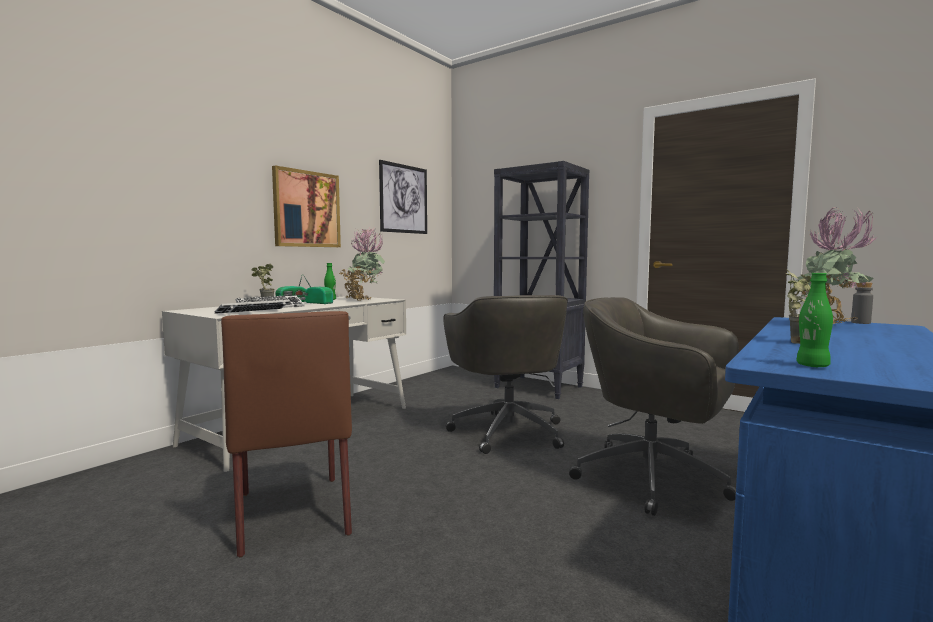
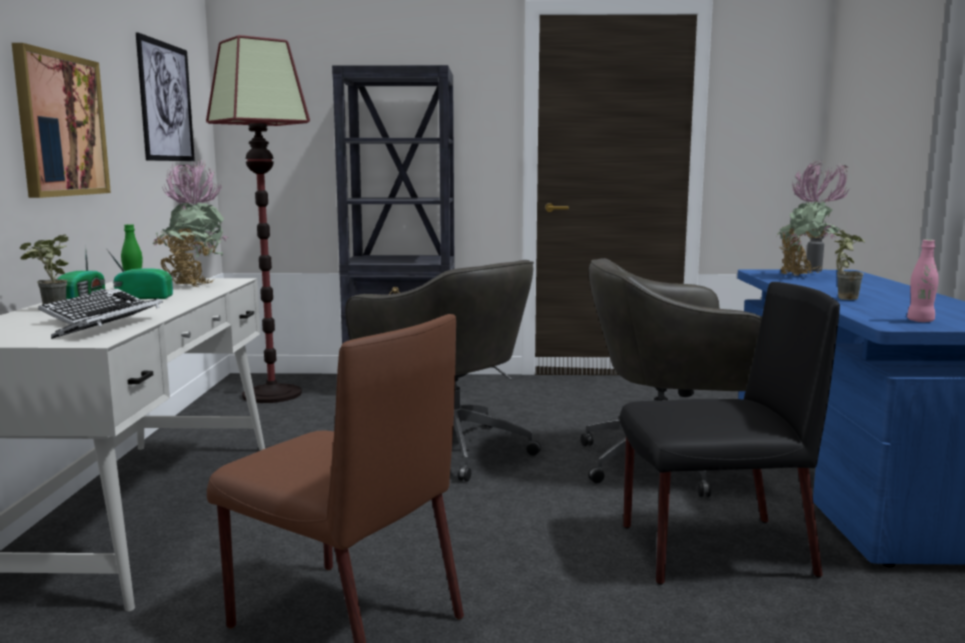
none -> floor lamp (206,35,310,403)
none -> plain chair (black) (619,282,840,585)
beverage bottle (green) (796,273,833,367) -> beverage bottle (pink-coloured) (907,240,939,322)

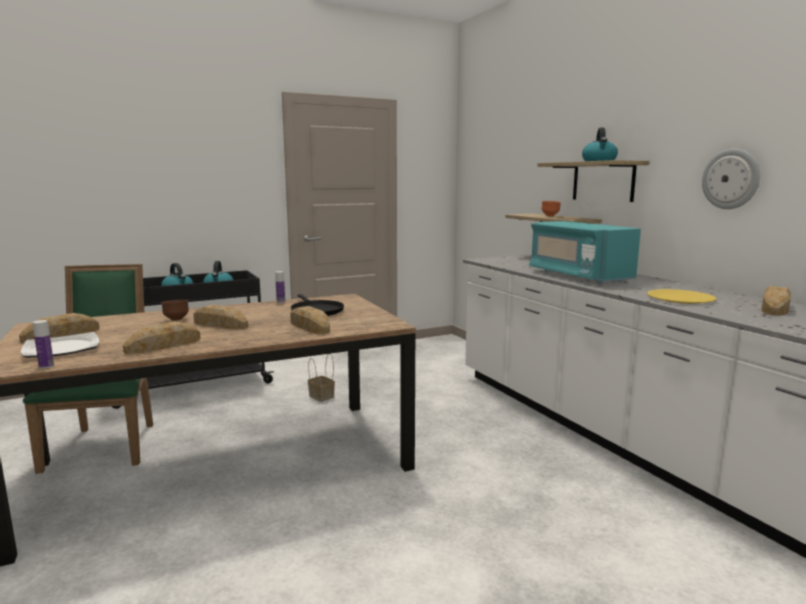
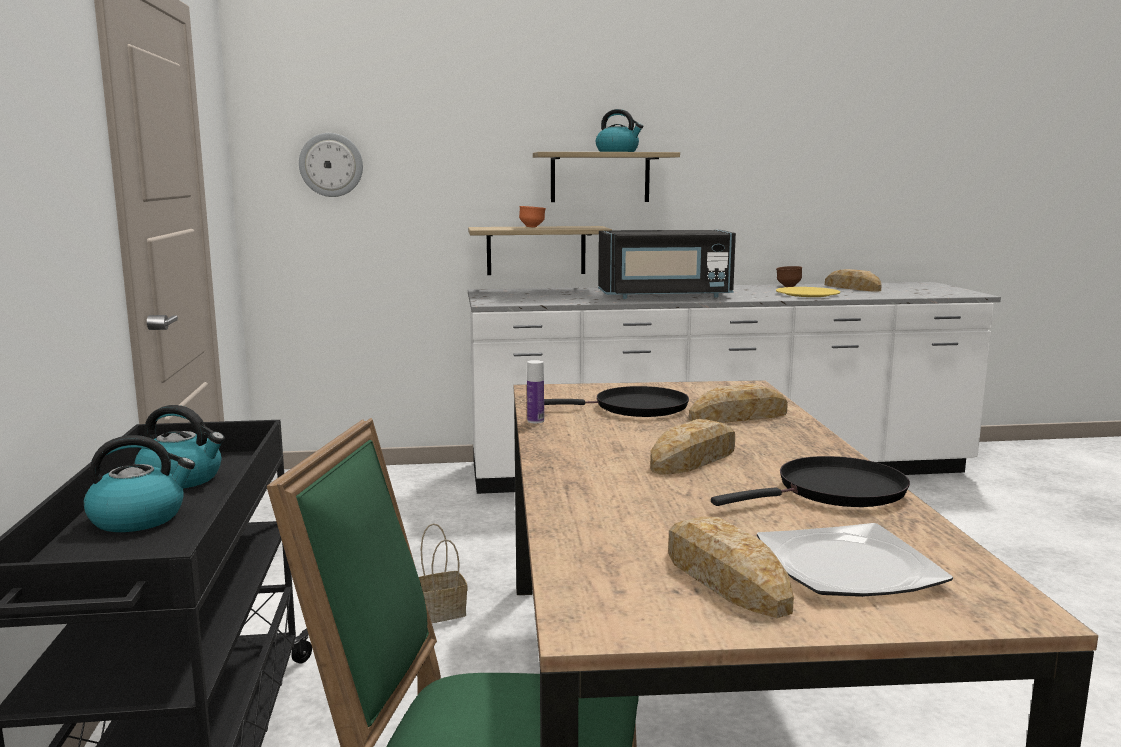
beverage bottle (33,320,54,369) -> none
serving bowl (brown-coloured) (161,300,189,321) -> serving bowl (brown-coloured) (776,266,802,287), relocated
wall clock (702,149,760,209) -> wall clock (299,133,363,197), relocated
bakery bread (123,322,201,354) -> skillet (black) (711,456,910,507)
microwave (turquoise-coloured) (529,221,641,284) -> microwave (black) (598,230,736,299)

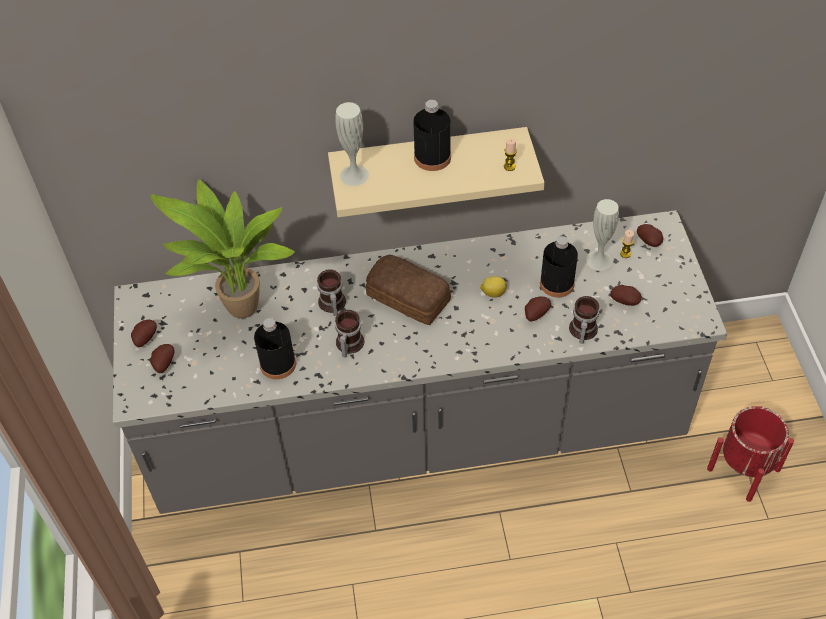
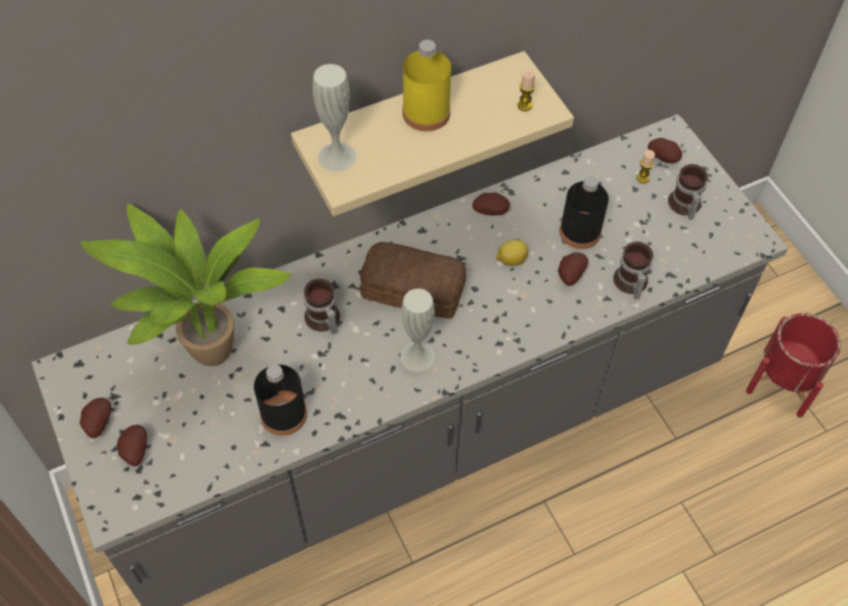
tea mug (335,310,364,357) -> tea mug (668,164,708,220), relocated
flower vase (white) (586,199,619,271) -> flower vase (white) (400,289,435,372), relocated
whole potato (610,285,642,306) -> whole potato (472,193,510,216), relocated
beverage bottle (black) (413,100,451,171) -> beverage bottle (yellow-coloured) (403,40,451,131)

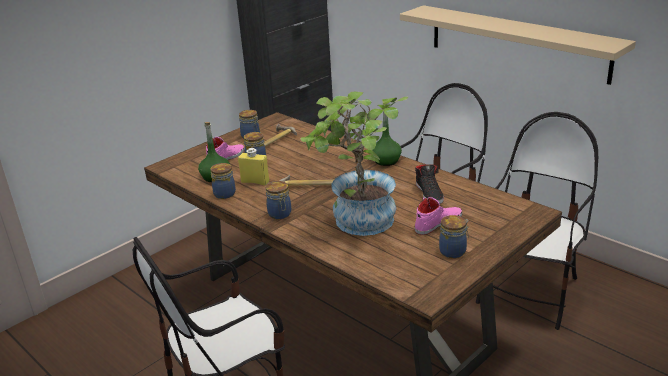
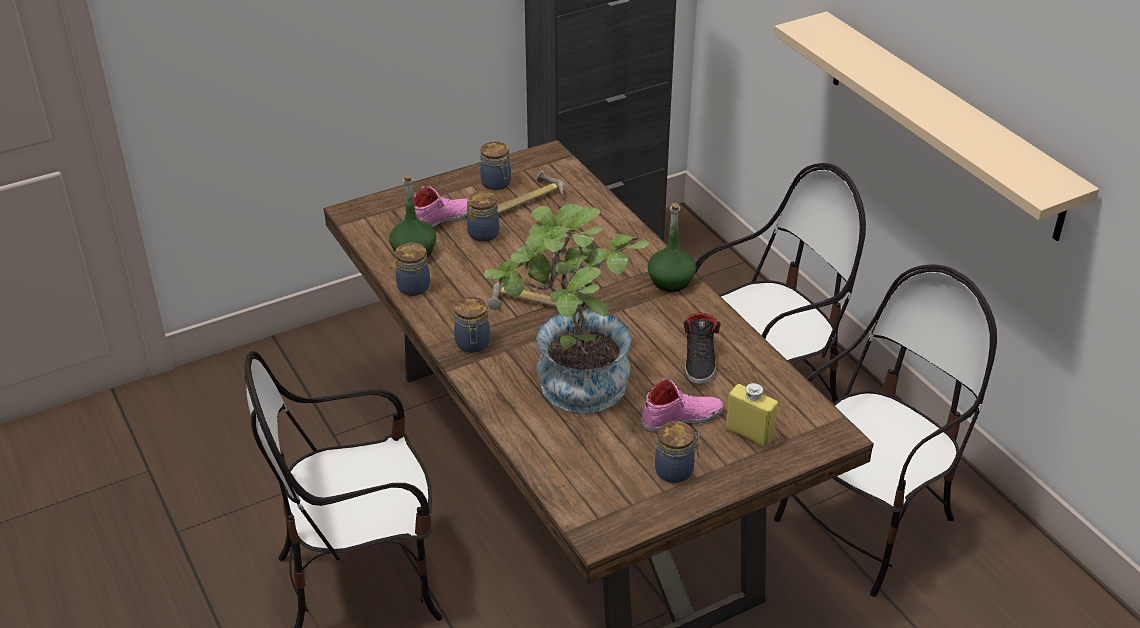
beverage bottle (yellow-coloured) (238,148,269,185) -> beverage bottle (yellow-coloured) (726,383,778,448), relocated

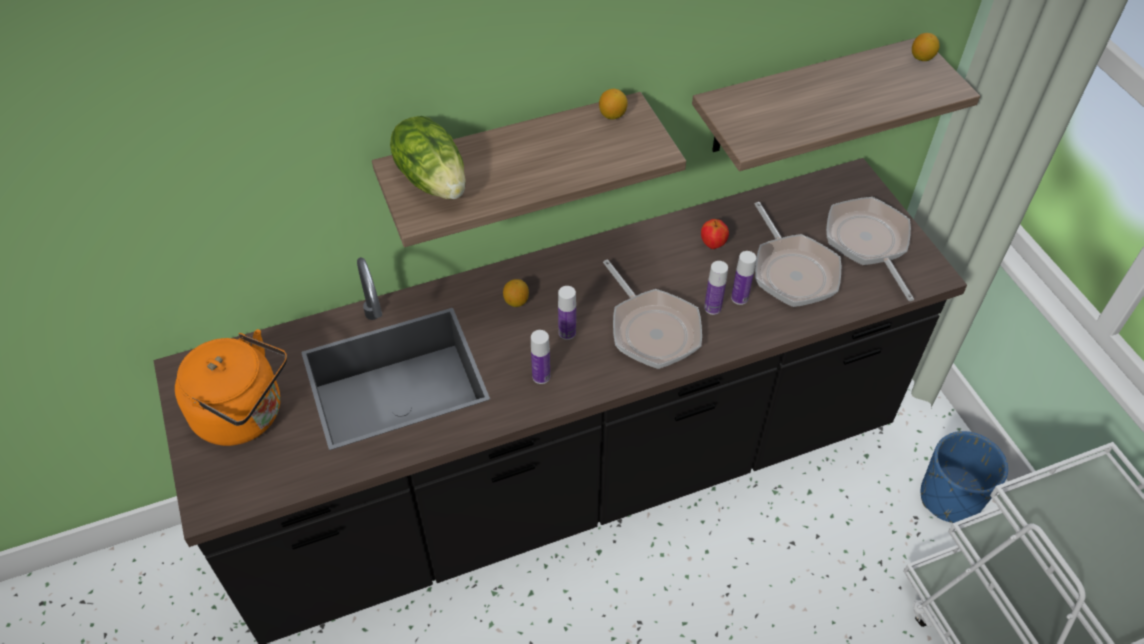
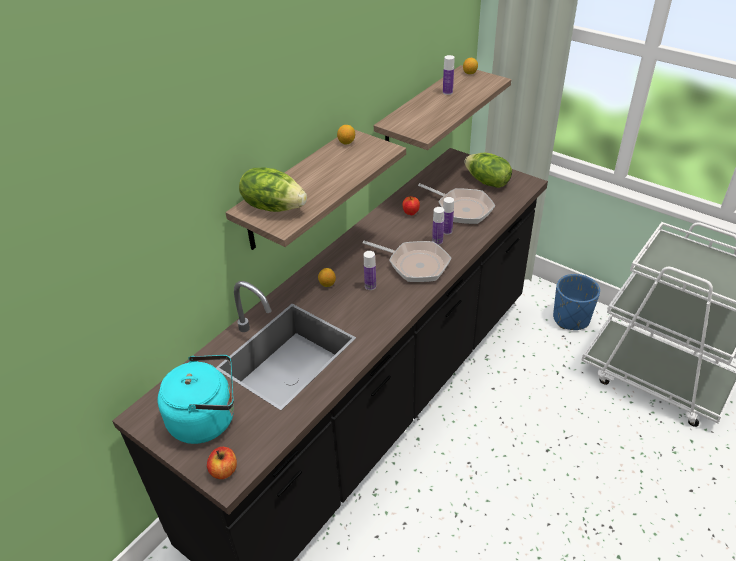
none -> whole apple (207,447,237,479)
beverage bottle (531,330,550,384) -> beverage bottle (443,55,454,95), relocated
skillet (826,197,914,301) -> lettuce (464,153,512,188)
water kettle (orangey) (175,329,287,446) -> water kettle (turquoise-coloured) (158,355,234,444)

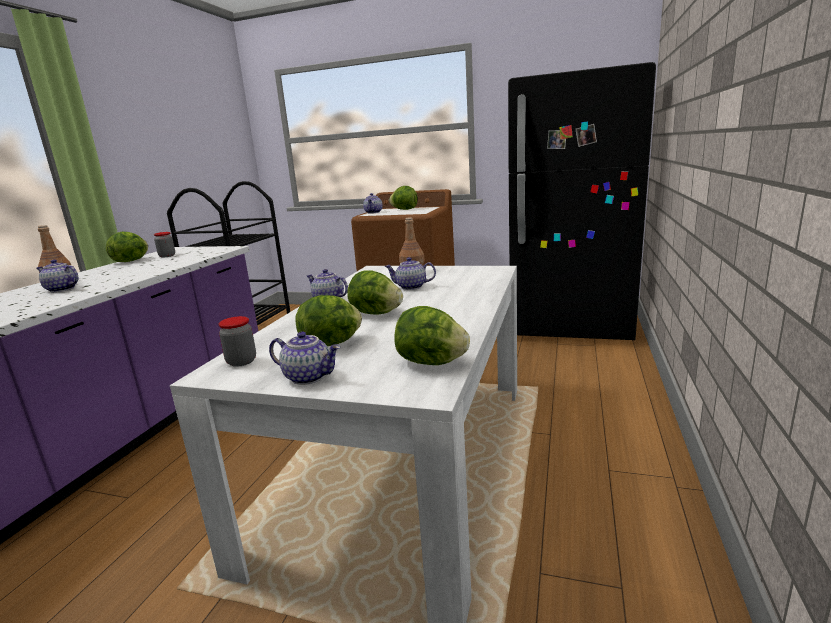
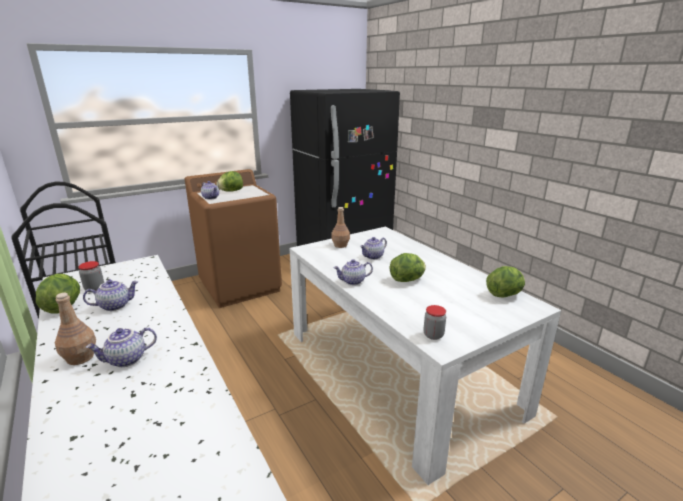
lettuce (295,295,362,346) -> none
tea pot (269,331,340,385) -> tea pot (83,279,138,311), relocated

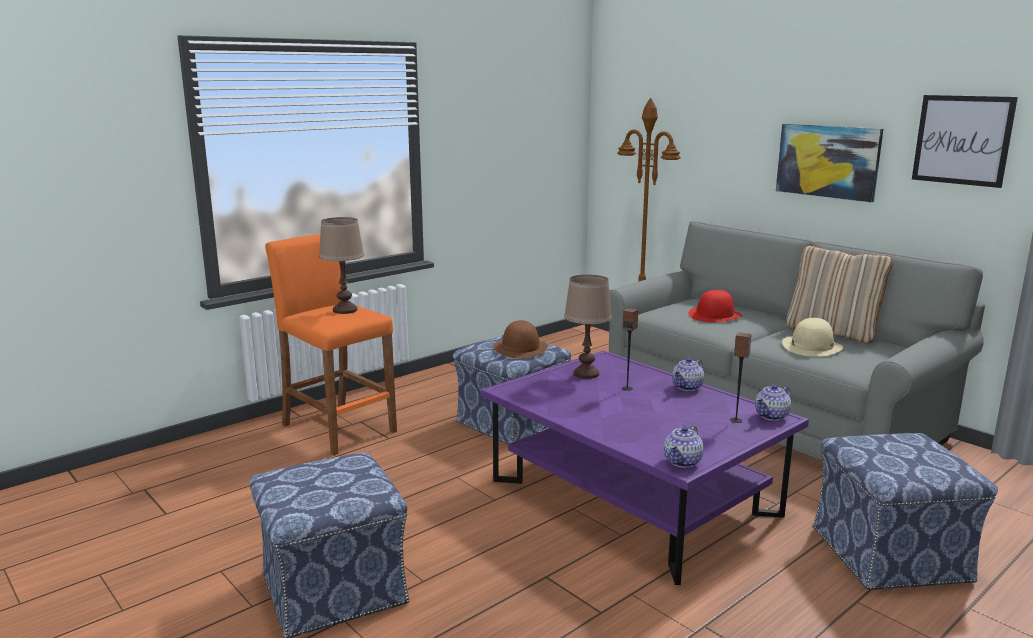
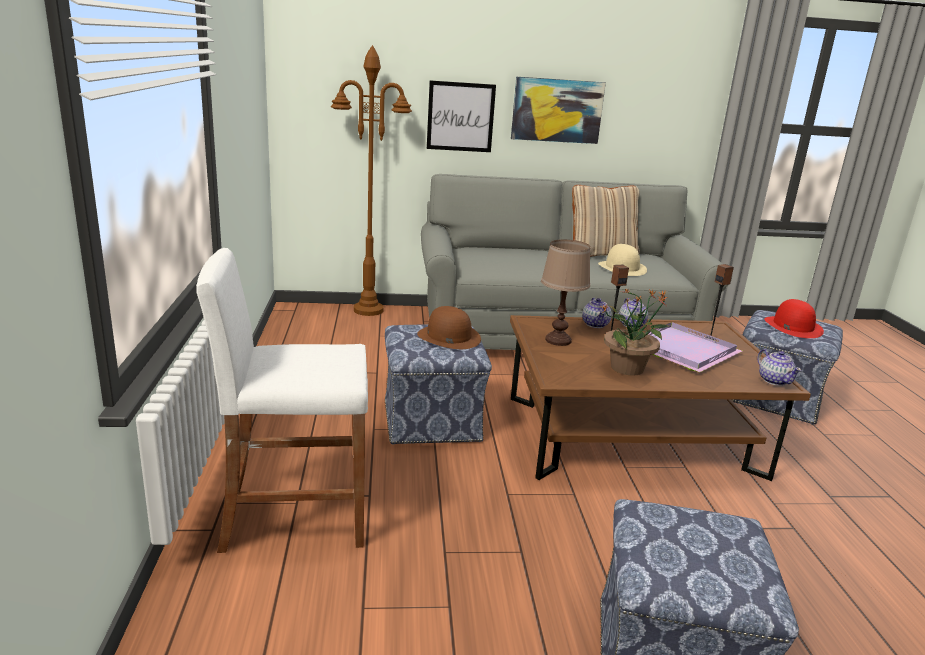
tabletop lamp (brown-coloured) (319,217,364,314) -> none
none -> houseplant (602,289,672,375)
none -> serving tray (purple) (645,322,742,372)
clothing hat (reddish) (689,290,742,323) -> clothing hat (reddish) (764,299,824,338), relocated
tea pot (755,384,791,421) -> tea pot (582,298,612,328), relocated
picture (912,95,1018,188) -> picture (427,80,496,152), relocated
stool (orangey) (265,234,397,456) -> stool (white) (196,248,368,553)
low table (purple) (481,351,809,585) -> low table (brown-coloured) (510,315,811,481)

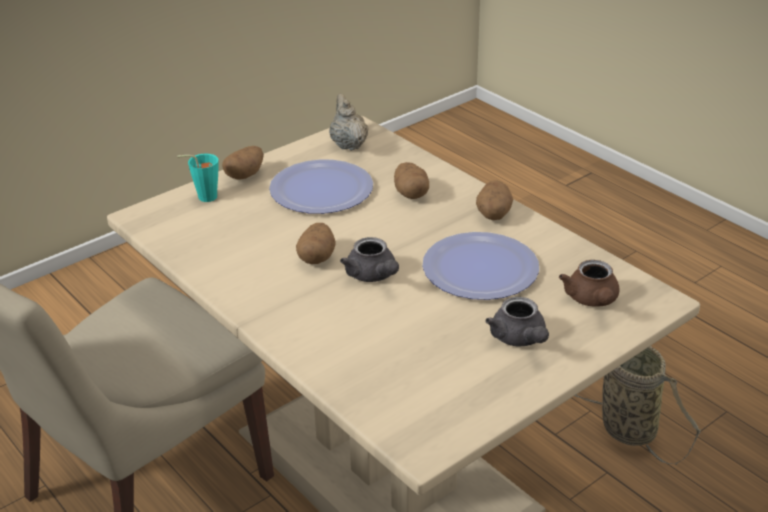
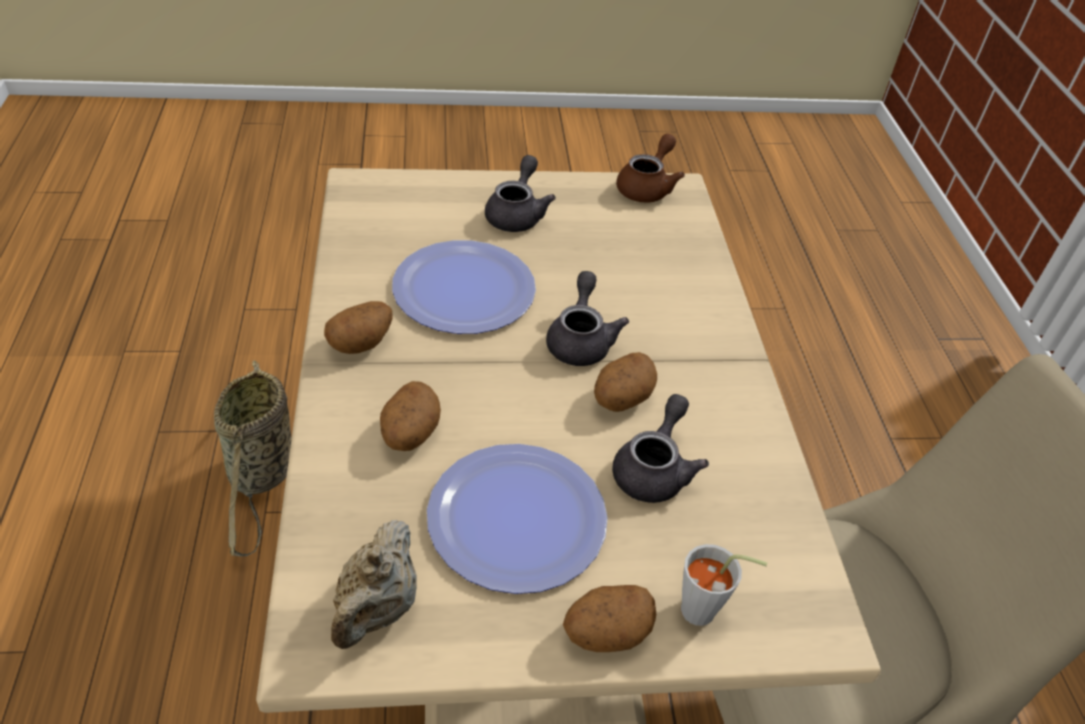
none -> tea pot (grey) (612,394,709,503)
tea pot (brown-coloured) (559,260,620,307) -> tea pot (brown-coloured) (616,134,685,203), relocated
small cup (turquoise-coloured) (177,154,218,202) -> small cup (grey) (681,544,767,626)

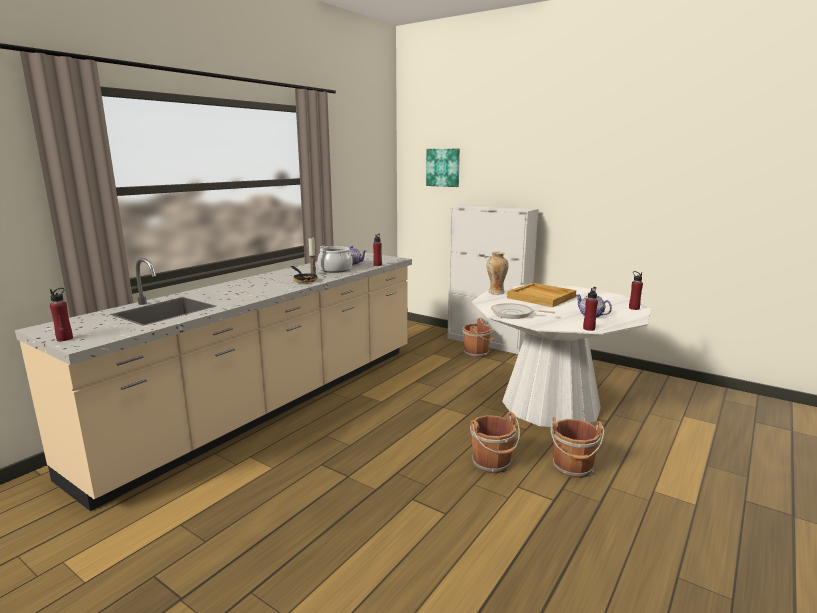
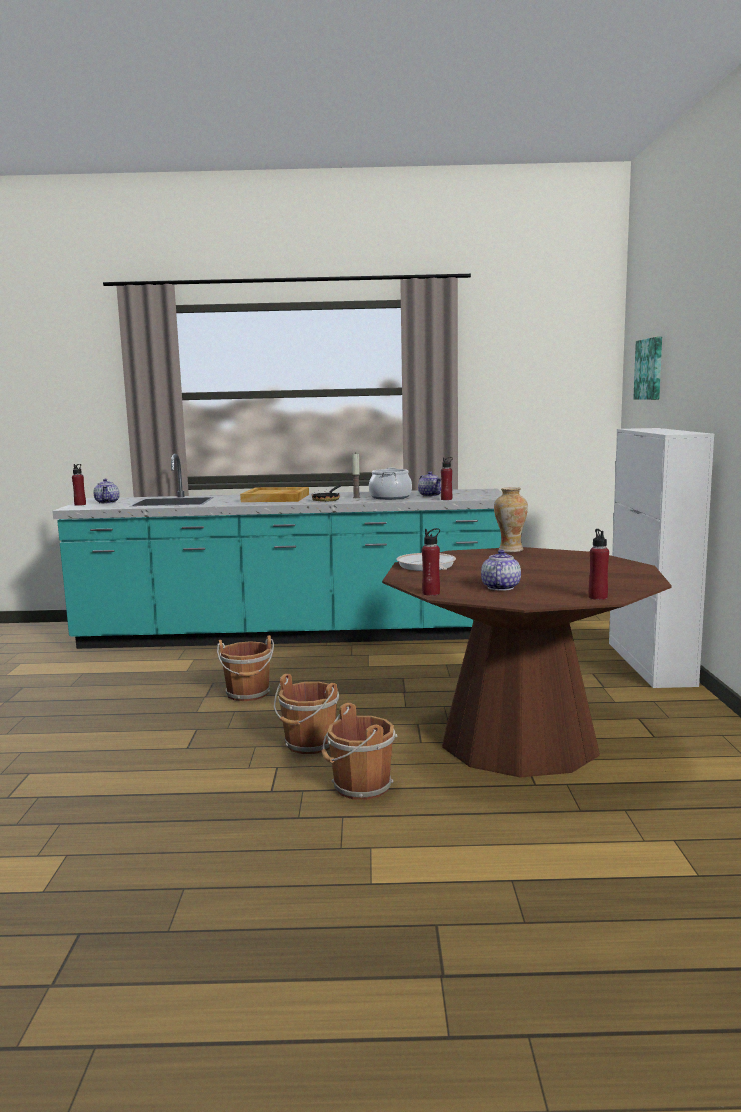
none -> tea pot (93,479,120,504)
bucket (brown-coloured) (462,318,495,358) -> bucket (brown-coloured) (217,635,274,701), relocated
serving tray (beige) (507,283,576,307) -> serving tray (beige) (240,487,309,502), relocated
kitchen counter (beige) (15,252,412,511) -> kitchen counter (turquoise-coloured) (52,454,502,649)
dinner table (white) (472,284,651,427) -> dinner table (brown-coloured) (382,547,672,778)

